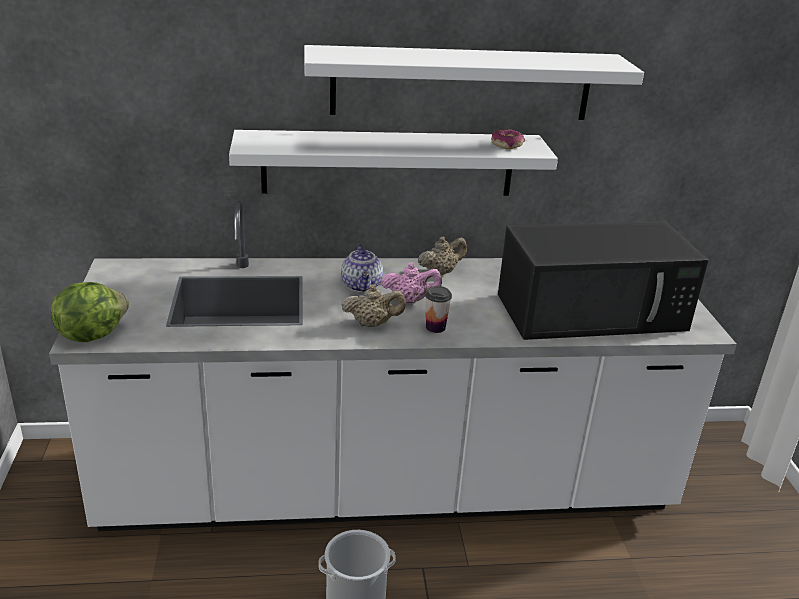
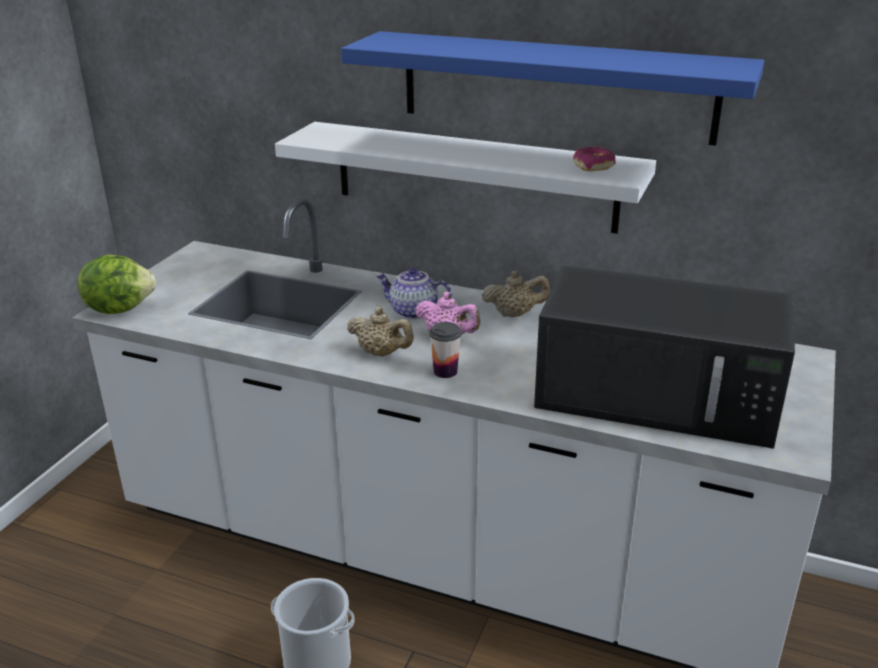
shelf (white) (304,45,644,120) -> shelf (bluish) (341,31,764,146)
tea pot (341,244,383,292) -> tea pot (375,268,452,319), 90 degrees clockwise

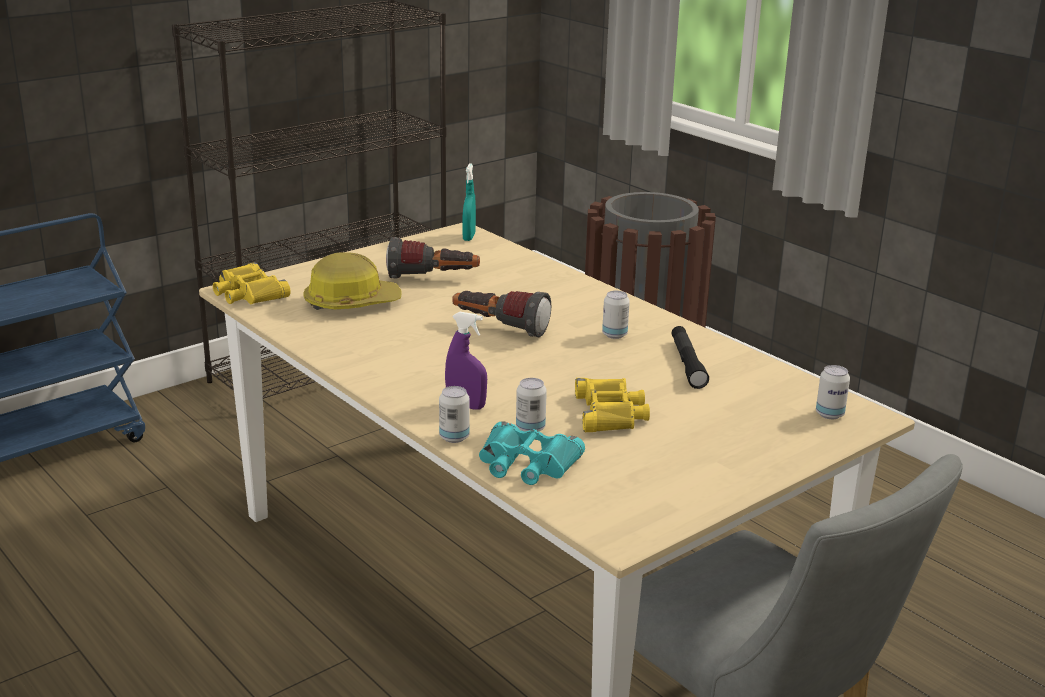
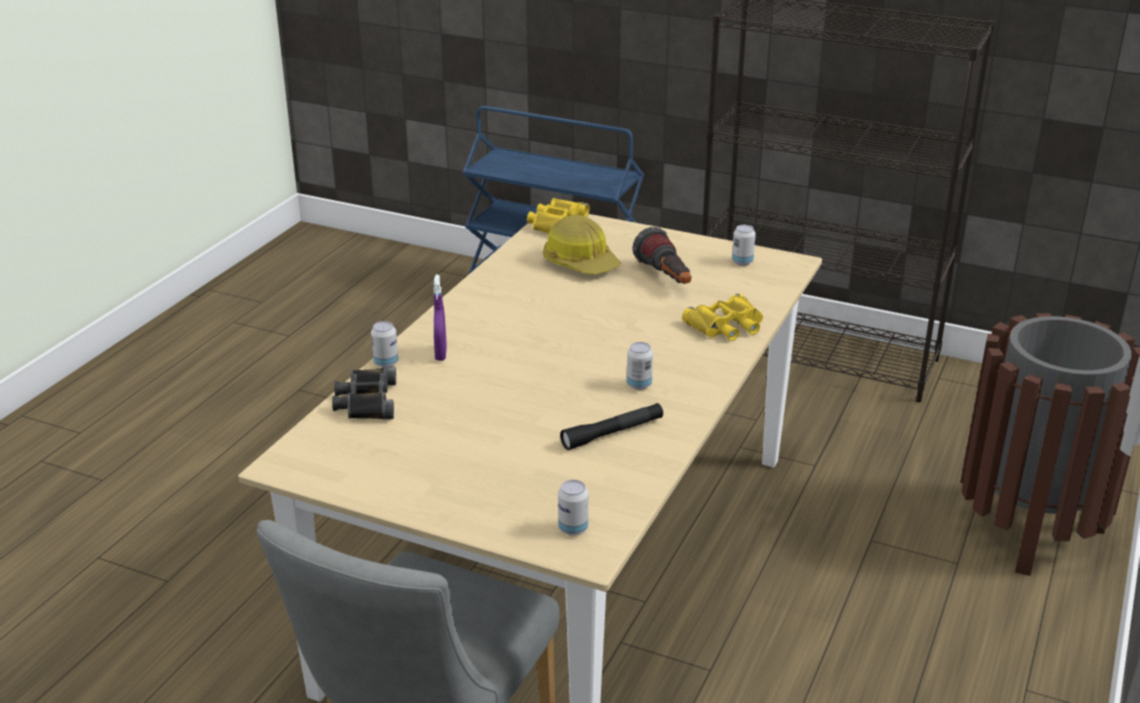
hand torch (452,291,551,337) -> none
spray bottle (turquoise-coloured) (462,163,476,241) -> none
sealed can (516,378,547,431) -> sealed can (732,225,756,266), relocated
field glasses (yellow-coloured) (575,378,650,432) -> field glasses (yellow-coloured) (682,294,763,341), relocated
field glasses (turquoise-coloured) (479,421,585,485) -> field glasses (black) (332,366,396,420)

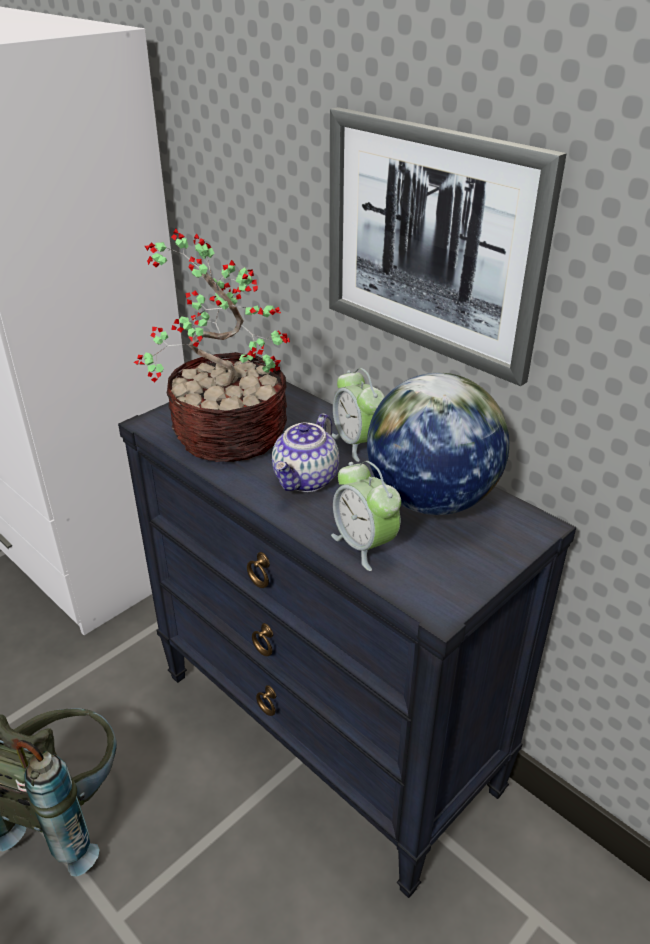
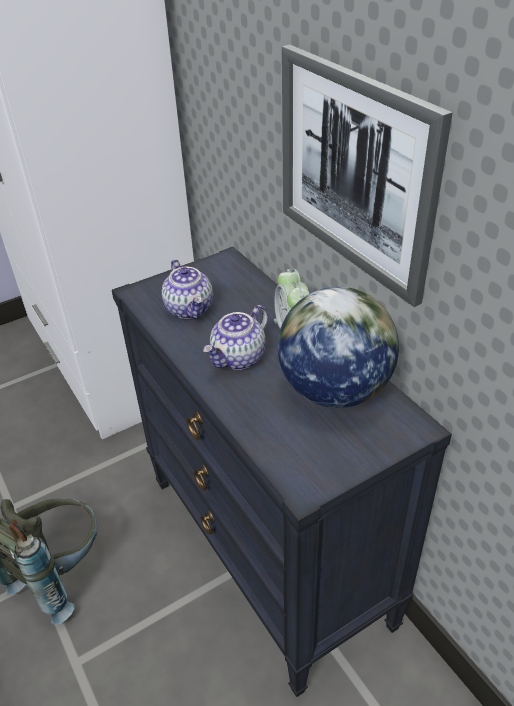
alarm clock (331,461,401,571) -> none
houseplant (134,229,290,462) -> tea pot (162,259,213,319)

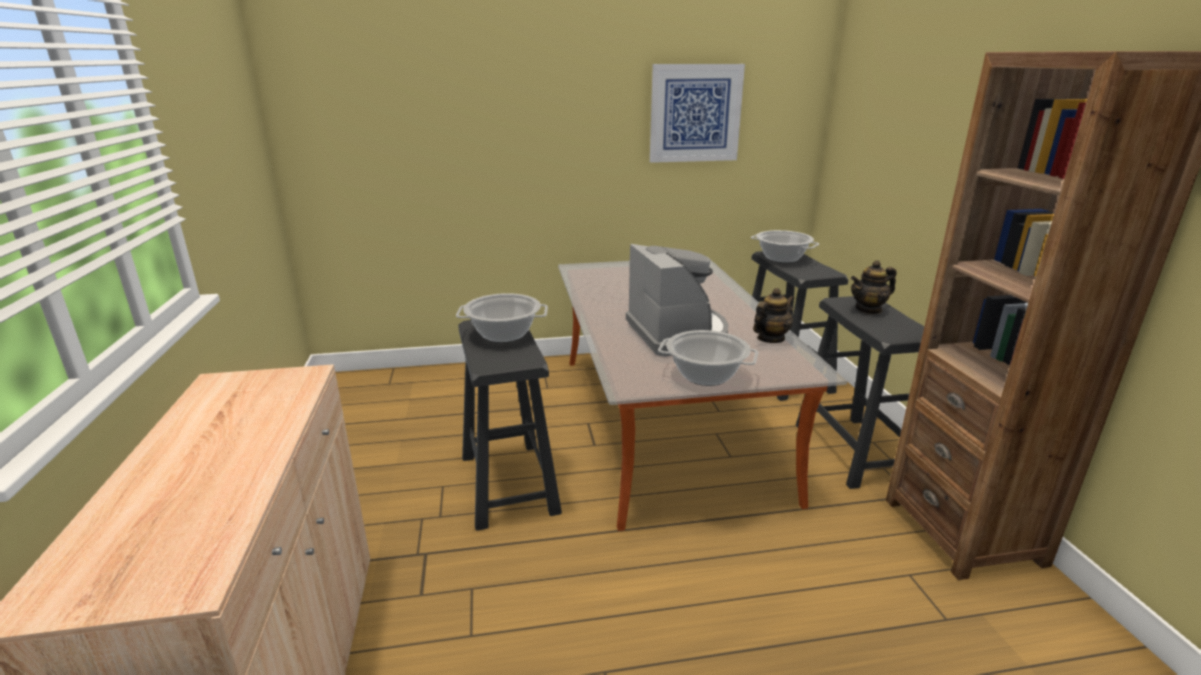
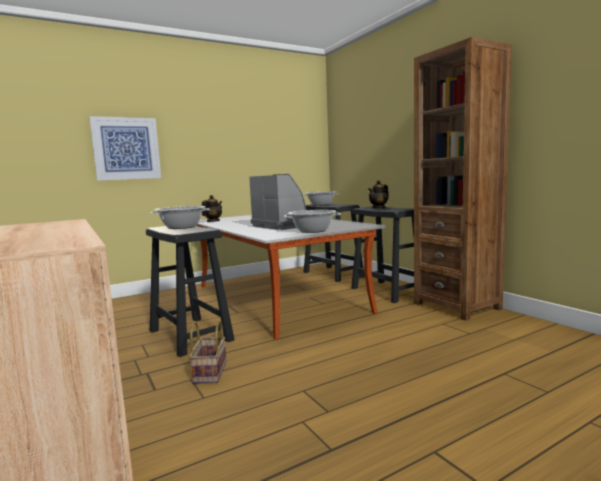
none -> storage basket (189,320,226,384)
picture (650,64,745,163) -> picture (89,116,161,181), relocated
tea pot (753,288,795,343) -> tea pot (202,195,222,222), relocated

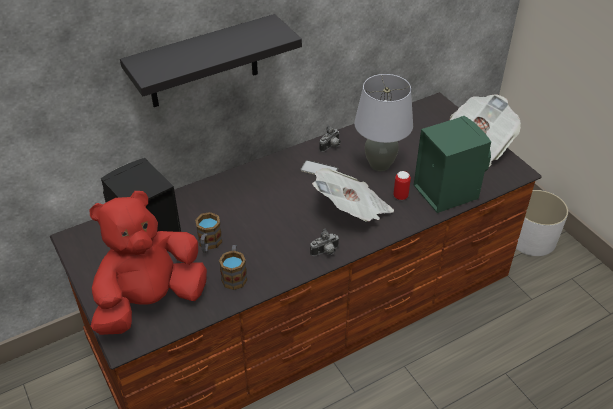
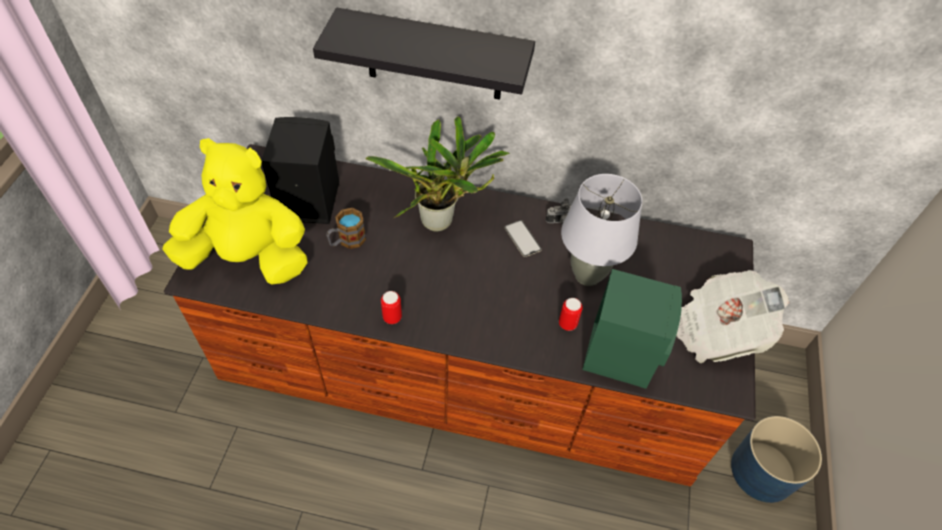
tea mug (219,245,247,290) -> none
photo camera (310,229,339,256) -> none
newspaper (312,168,394,222) -> none
none -> houseplant (365,116,510,231)
none -> sealed can (381,291,402,324)
cuddly toy (reddish) (89,191,207,335) -> cuddly toy (yellow-coloured) (162,138,308,284)
flower pot (white) (516,190,568,256) -> flower pot (bluish) (731,416,822,503)

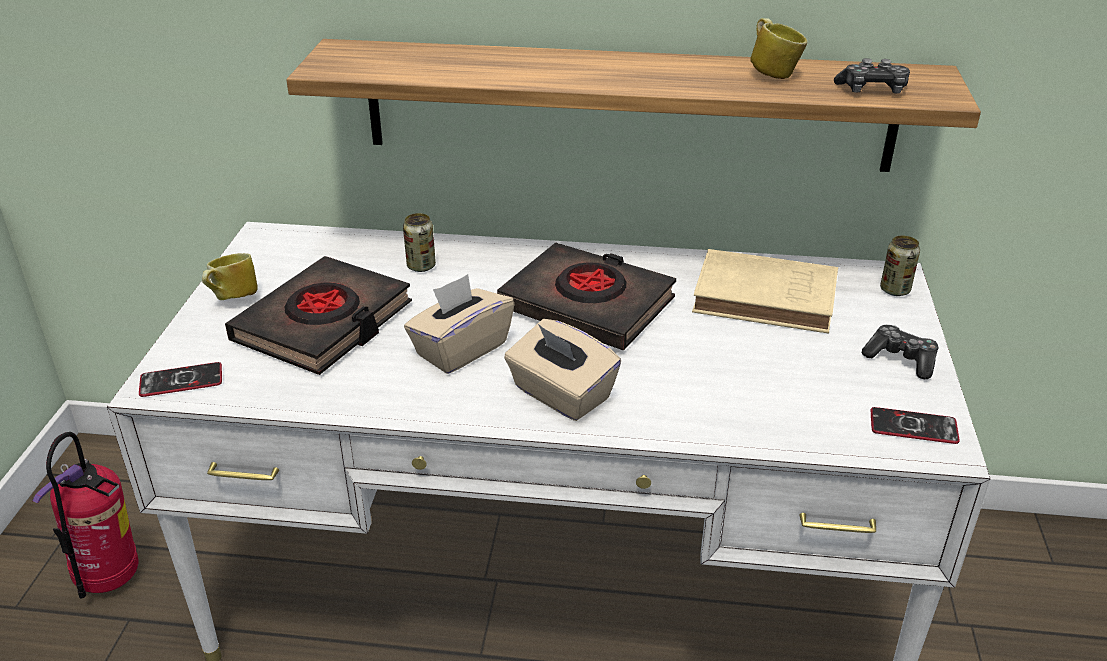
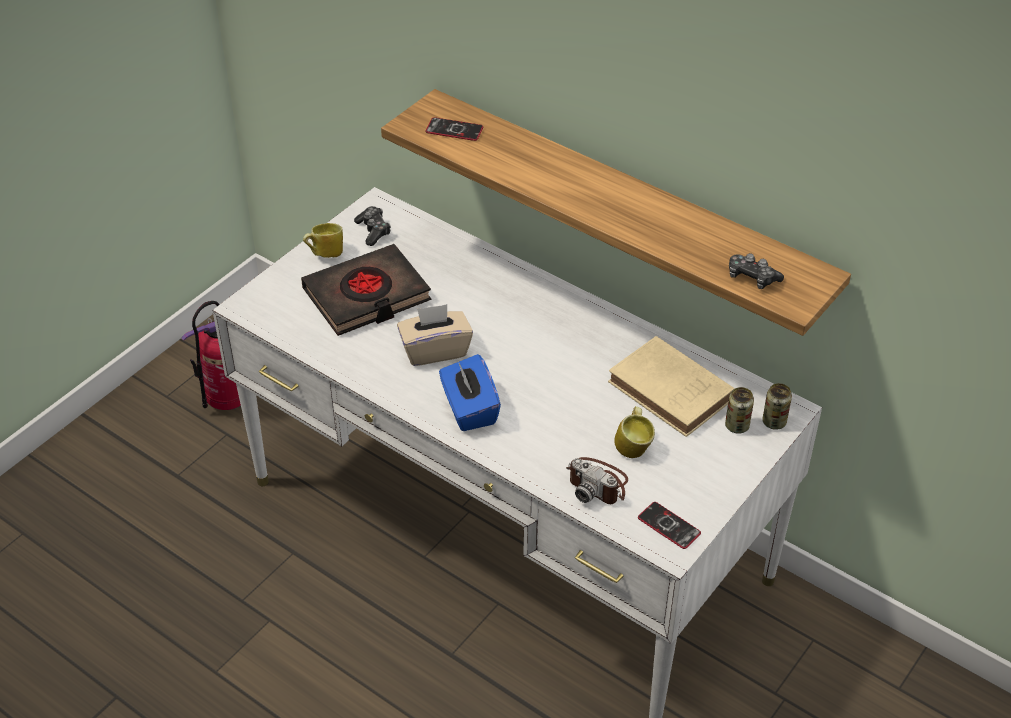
volume (black) (497,242,676,351) -> none
none -> photo camera (566,457,628,504)
telephone (139,362,222,397) -> telephone (425,117,483,141), relocated
sealed can (403,213,436,272) -> sealed can (725,387,754,434), relocated
tea mug (750,18,807,79) -> tea mug (614,406,655,458), relocated
game controller (862,325,938,379) -> game controller (354,206,391,246), relocated
tissue box (beige) (504,319,621,421) -> tissue box (bluish) (439,354,501,431)

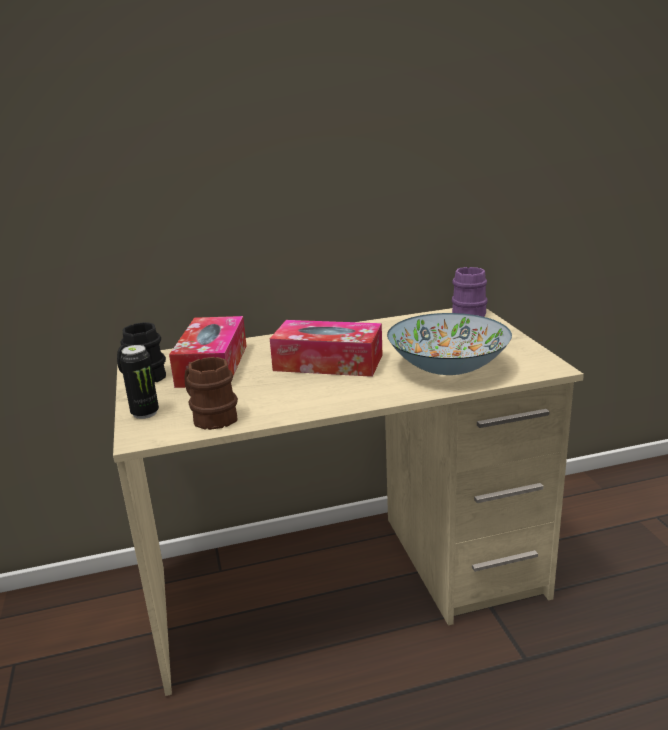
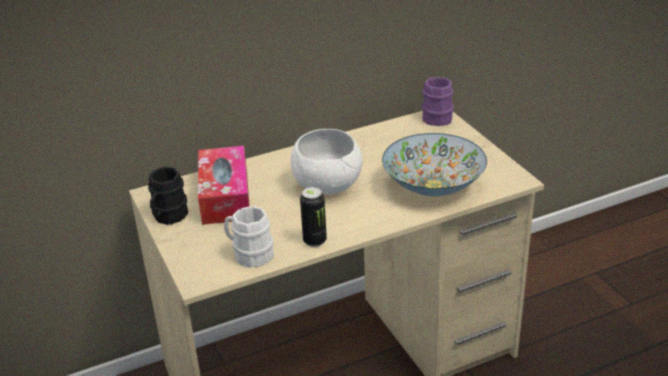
sealed can (120,345,159,419) -> sealed can (300,187,327,247), relocated
tissue box (270,320,383,377) -> serving bowl (white) (291,129,363,194)
tea mug (brown-coloured) (184,357,238,430) -> tea mug (white) (224,206,274,268)

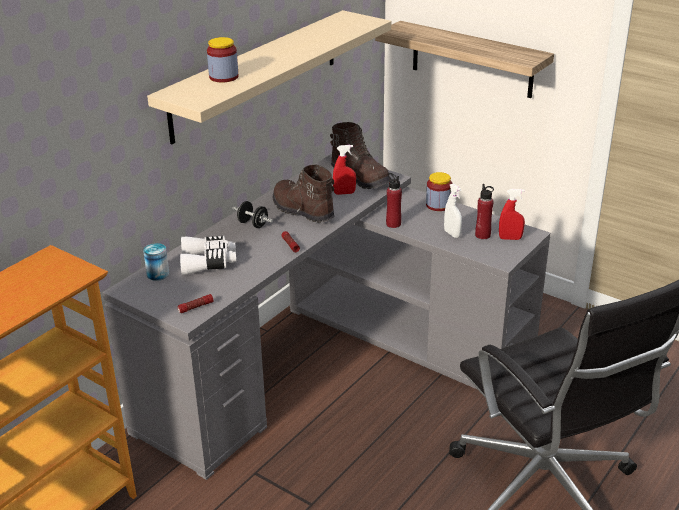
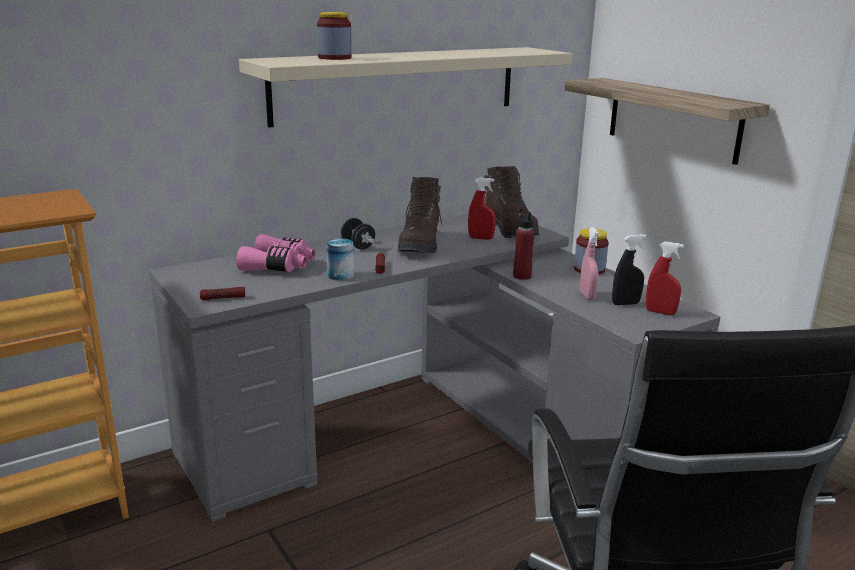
sealed can (143,243,169,281) -> sealed can (326,238,354,281), relocated
beverage bottle (reddish) (475,184,494,239) -> spray bottle (black) (612,234,646,305)
field glasses (white) (180,236,236,275) -> field glasses (pink-coloured) (236,234,315,272)
spray bottle (white) (444,183,462,238) -> spray bottle (pink-coloured) (580,227,600,300)
boot (brown-coloured) (273,164,335,223) -> boot (brown-coloured) (397,177,443,253), 150 degrees counterclockwise

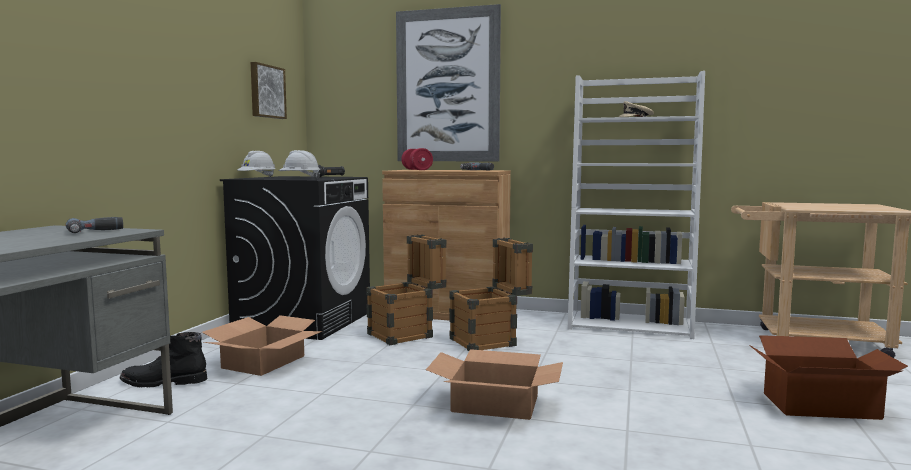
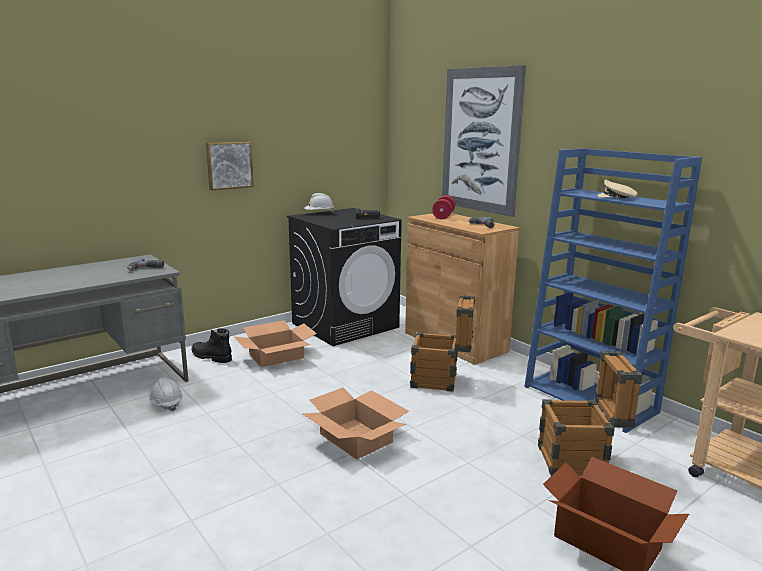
picture (251,62,287,119) -> picture (206,141,254,190), relocated
hard hat (white) (278,150,320,179) -> hard hat (white) (149,378,183,411), relocated
crate (366,234,447,345) -> crate (538,351,642,476), relocated
bookcase (white) (568,71,705,339) -> bookcase (bluish) (524,148,702,433)

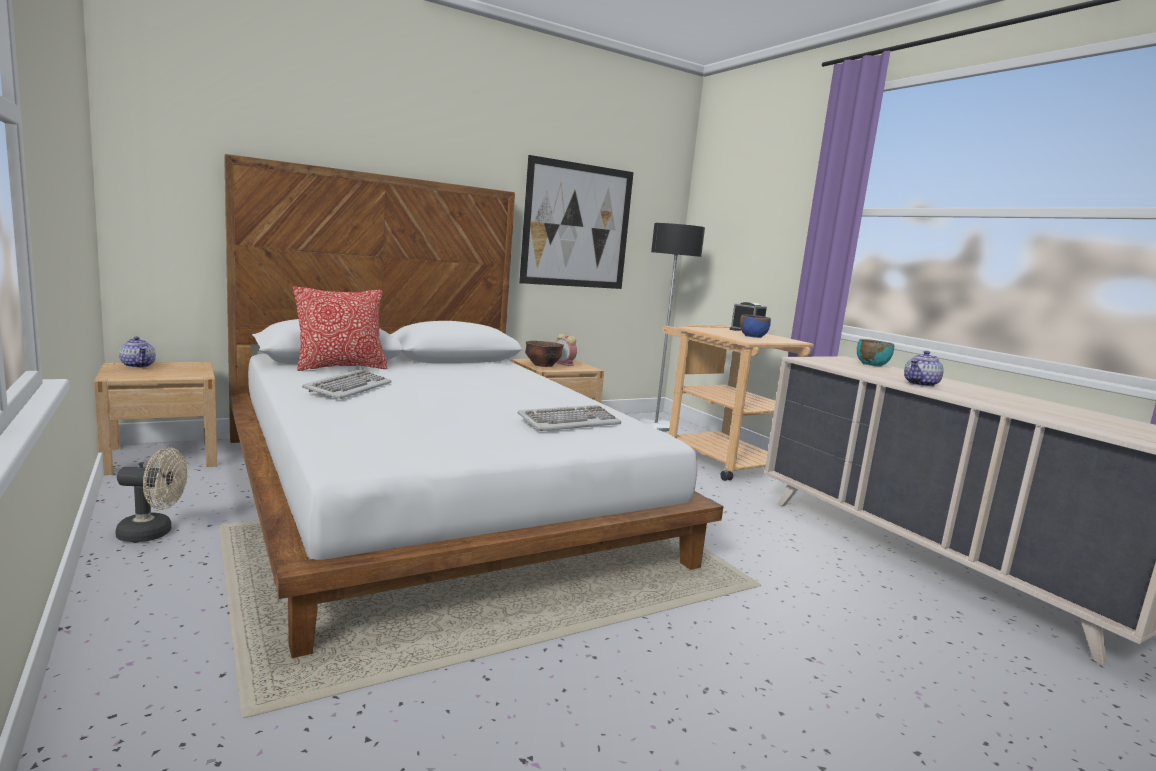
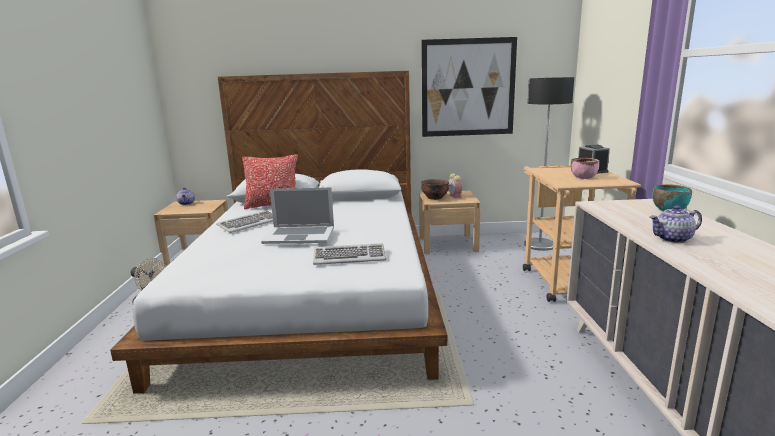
none -> laptop (261,187,334,244)
serving bowl (bluish) (740,315,771,338) -> serving bowl (pink-coloured) (571,158,599,179)

